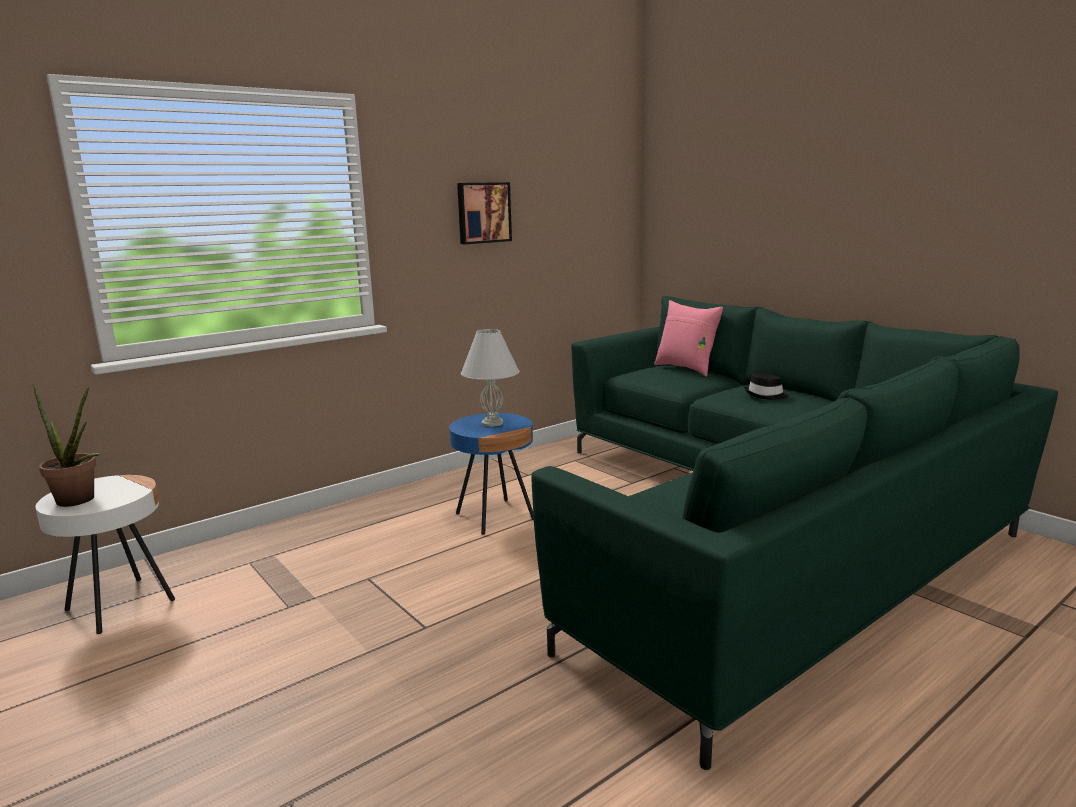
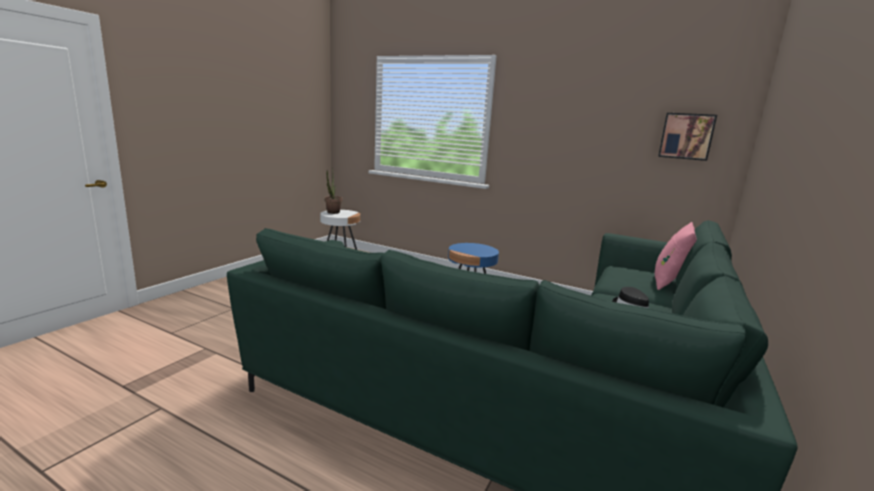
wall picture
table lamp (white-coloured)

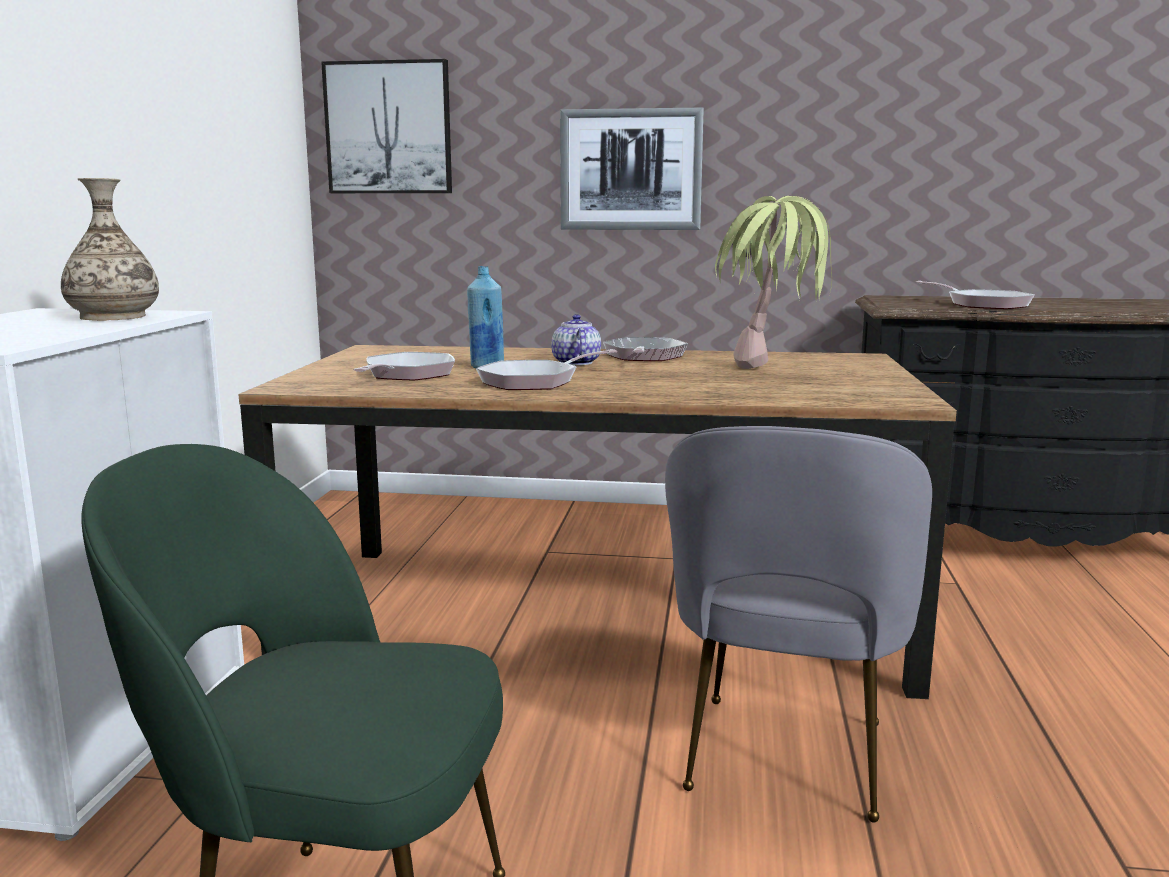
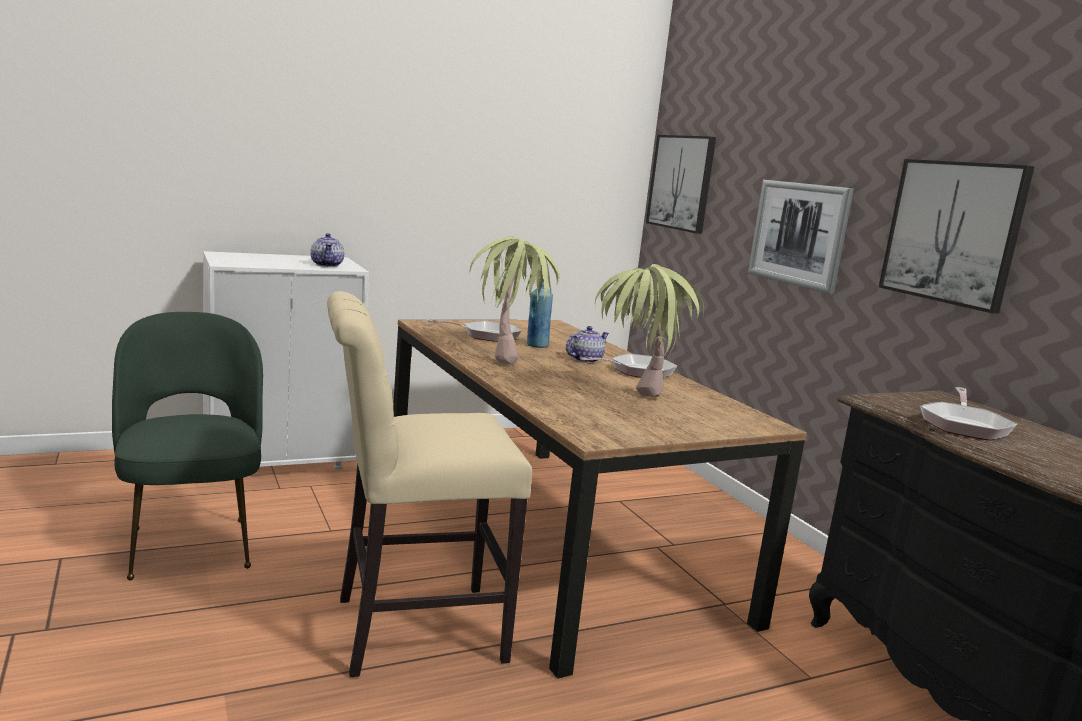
teapot (1st from left)
plant in a pot (1st from left)
sitting stool (sand-coloured)
wall picture (3rd from left)

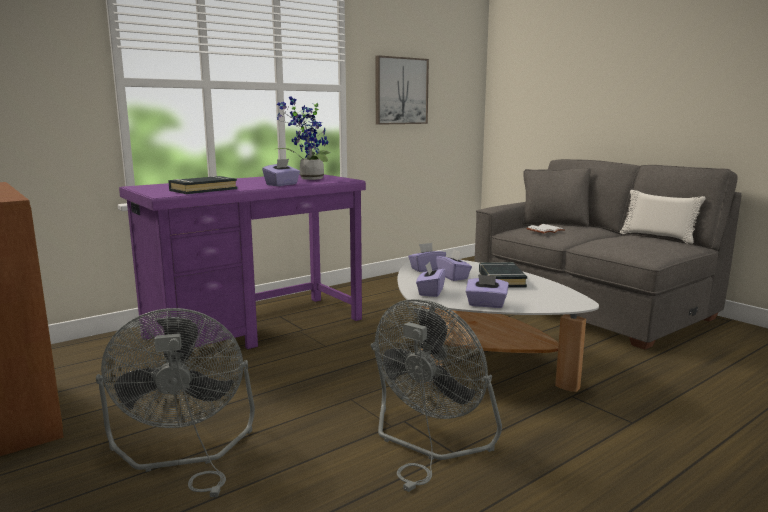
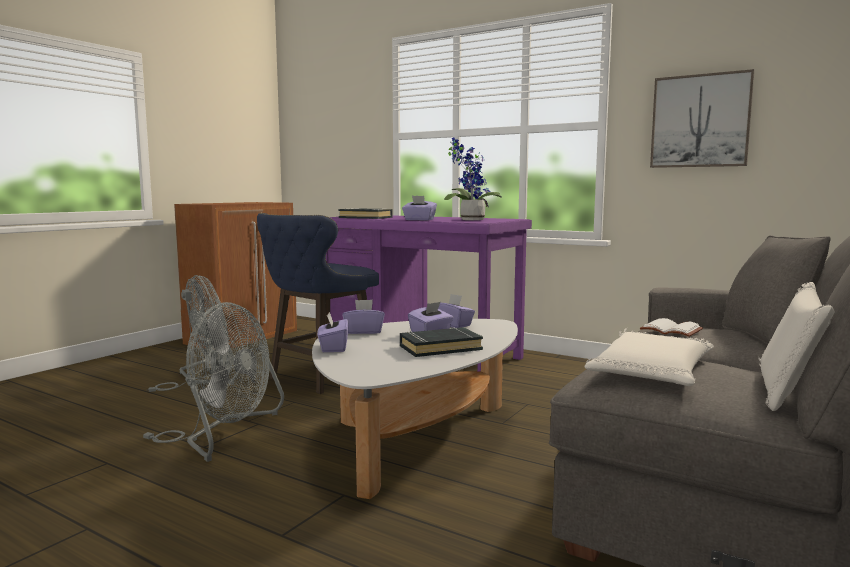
sitting stool (blue)
cushion (white-coloured) (1st from left)

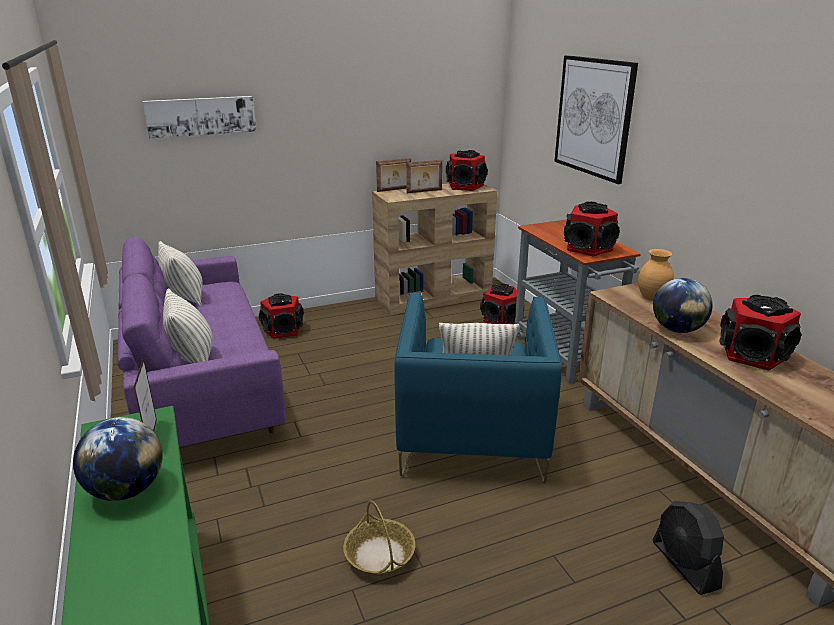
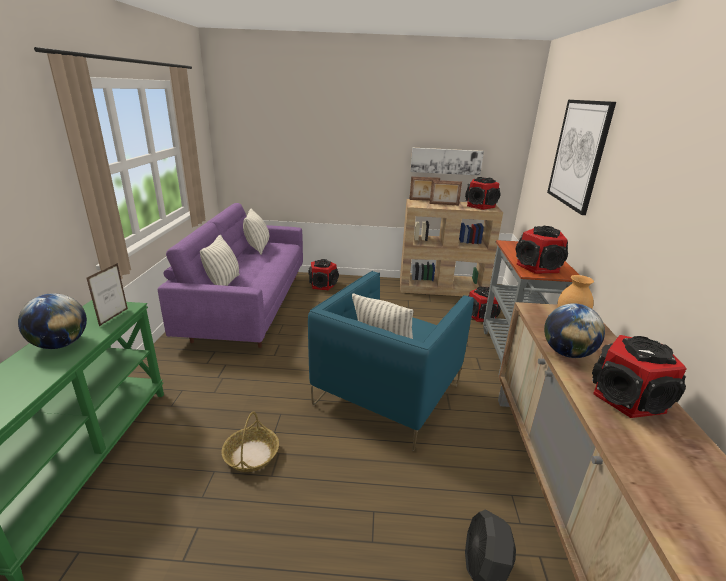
wall picture (1st from left)

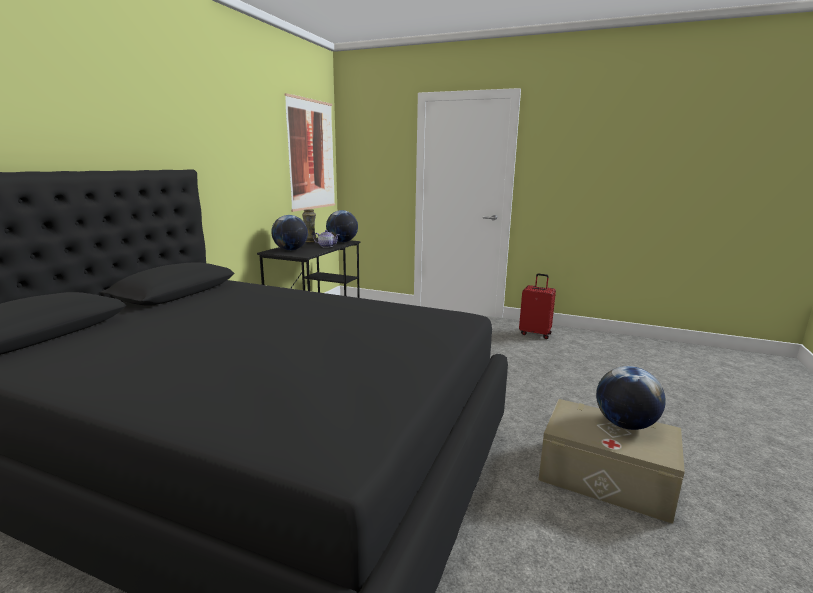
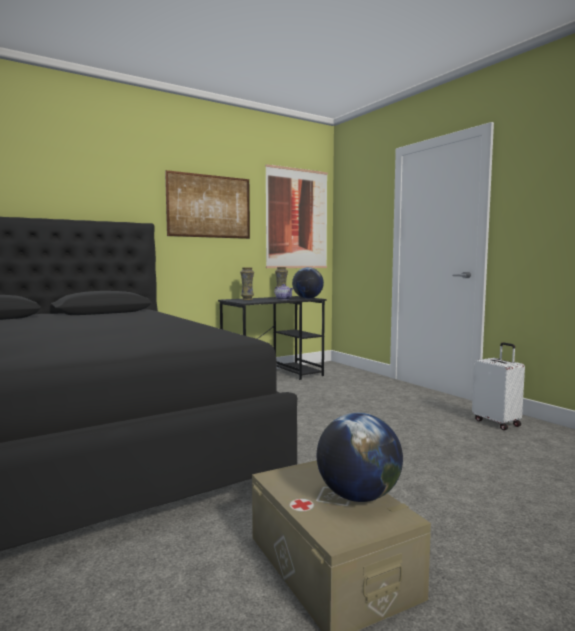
decorative vase (1st from left)
suitcase (white-coloured)
wall picture (1st from left)

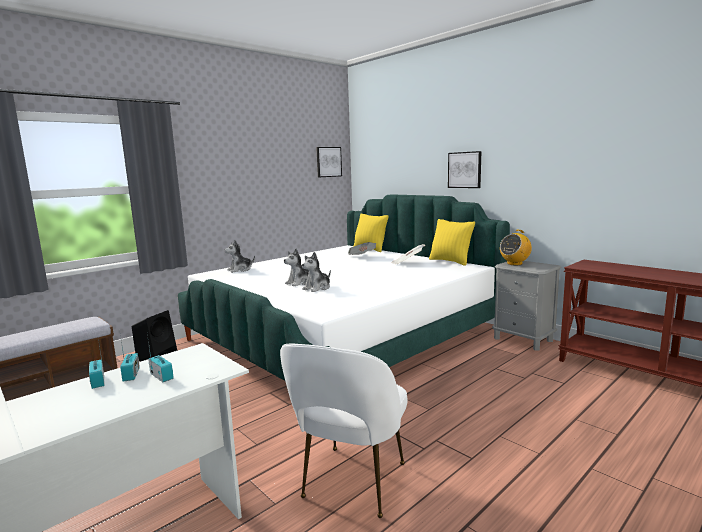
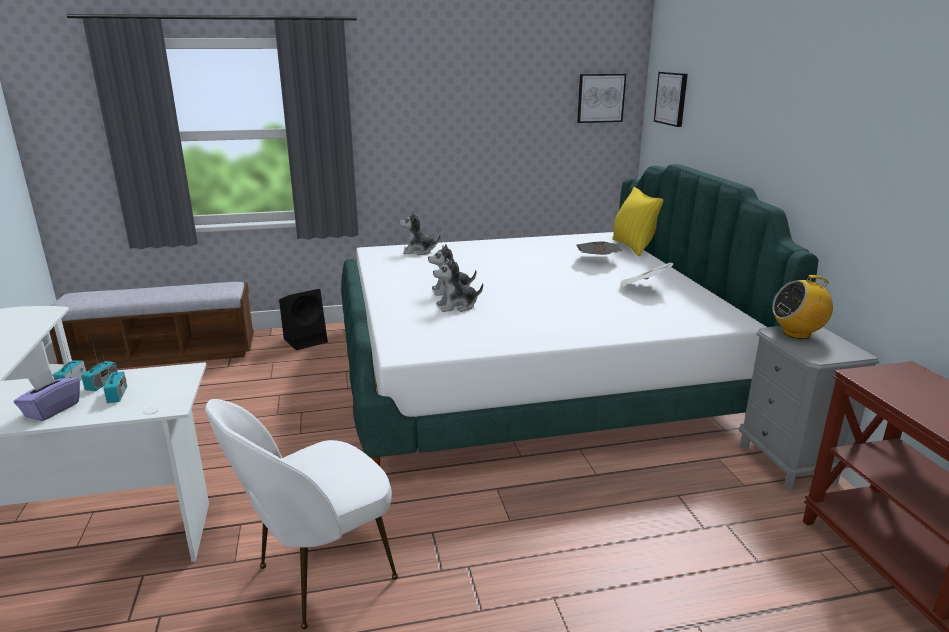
wall picture (2nd from left)
cushion (yellow-coloured) (2nd from left in the first image)
tissue holder (purple-coloured)

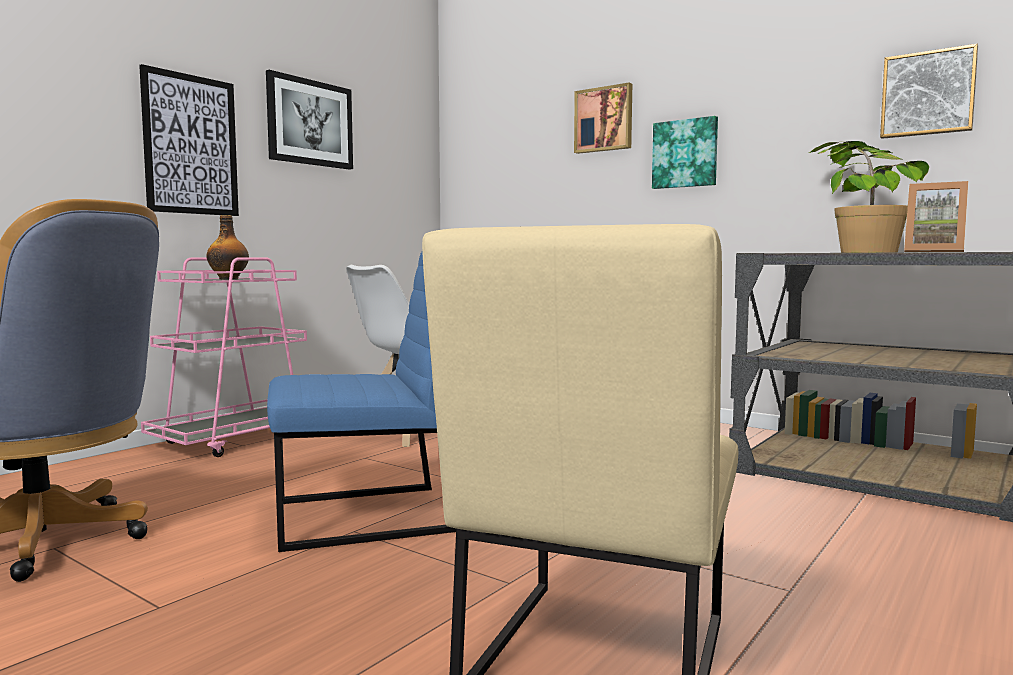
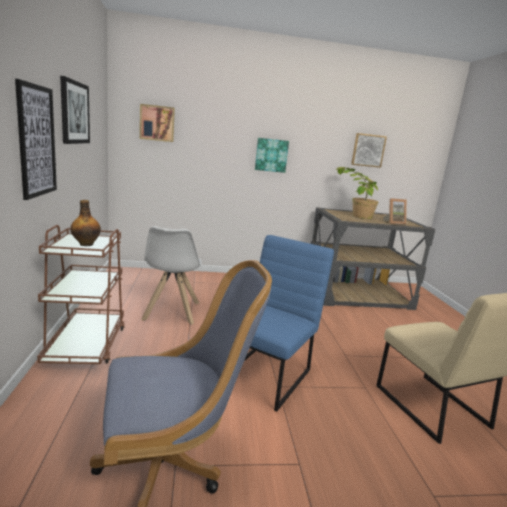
wall picture (3rd from left)
trolley (brown-coloured)

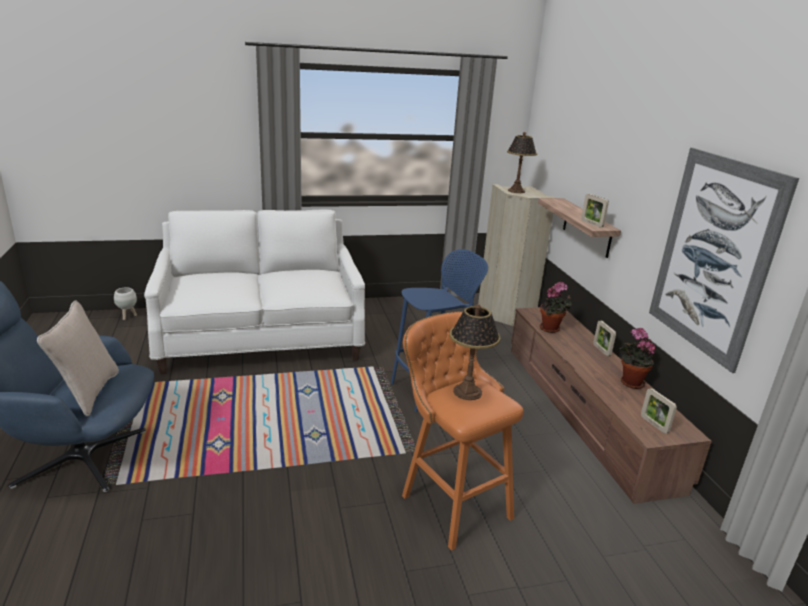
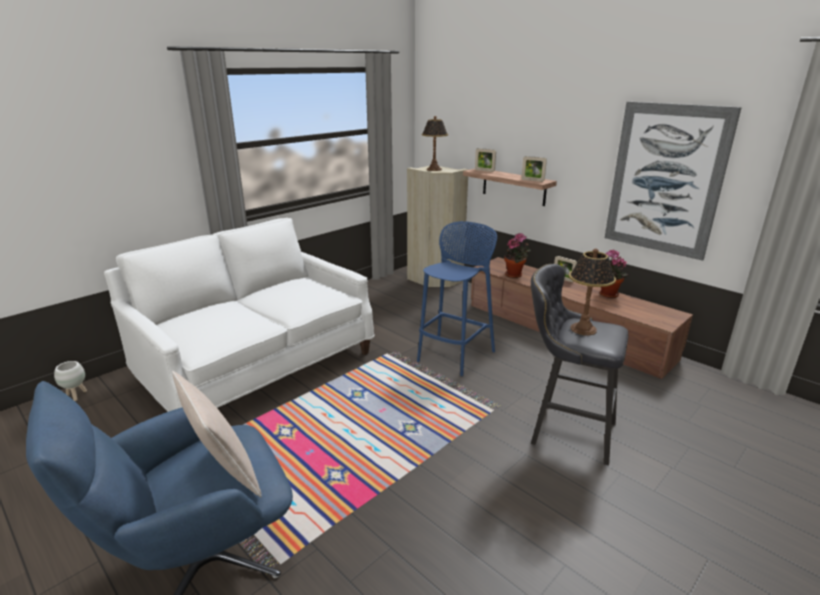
sitting stool (black-coloured)
photo frame (1st from left)

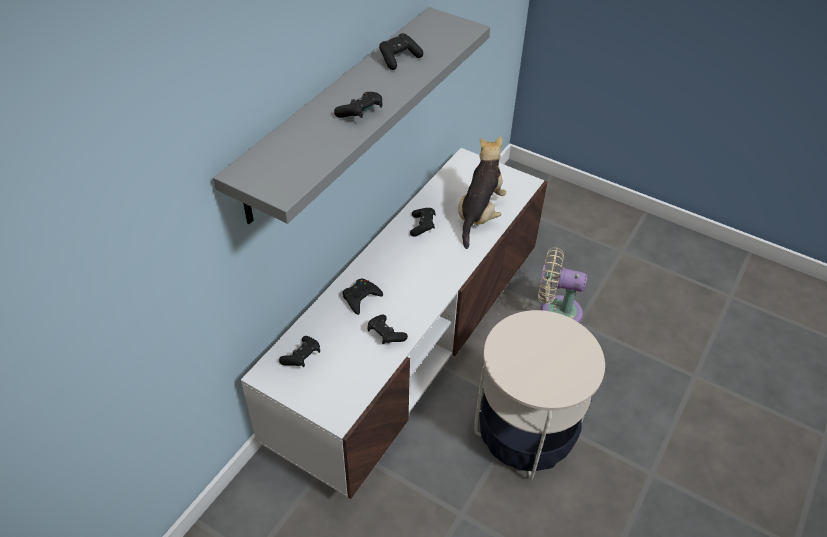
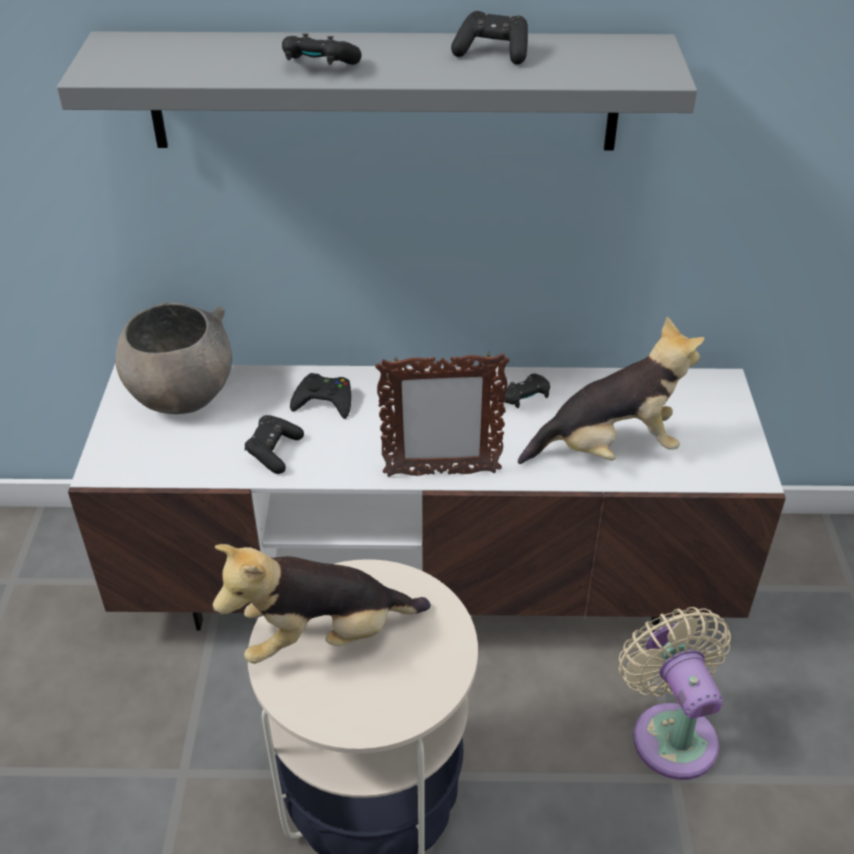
bowl (grey)
photo frame
plush toy (1st from left)

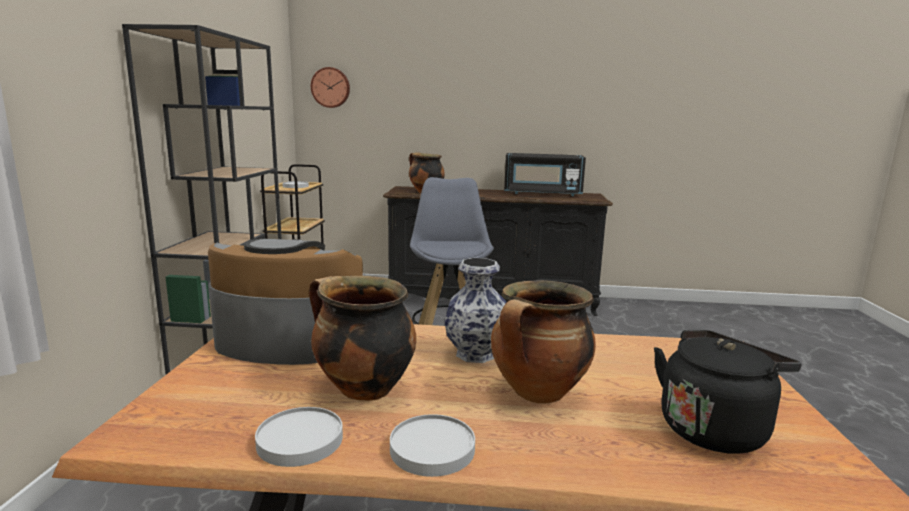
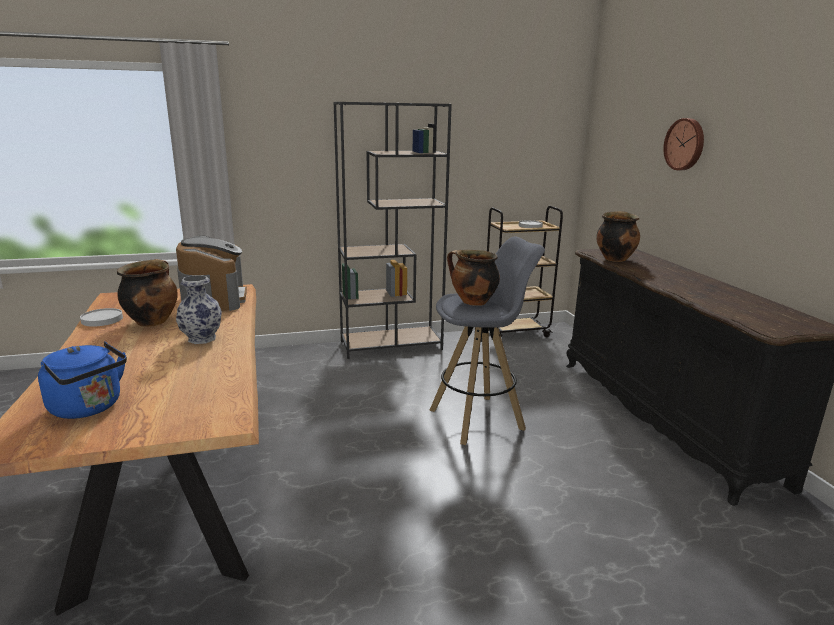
hanging clock
microwave oven (black-coloured)
stockpot (2nd from left)
water kettle (blue)
plate (white-coloured) (3rd from left in the first image)

